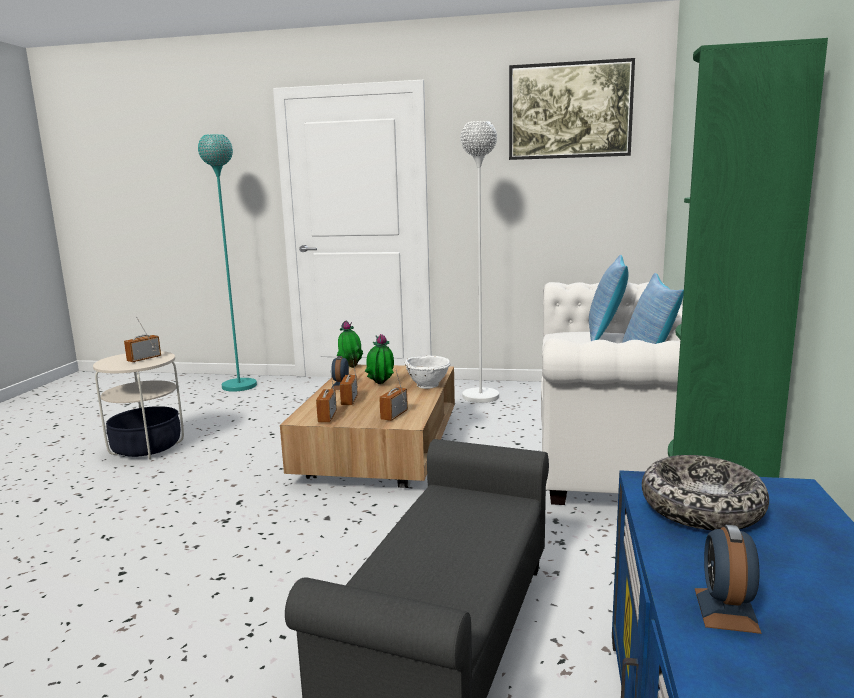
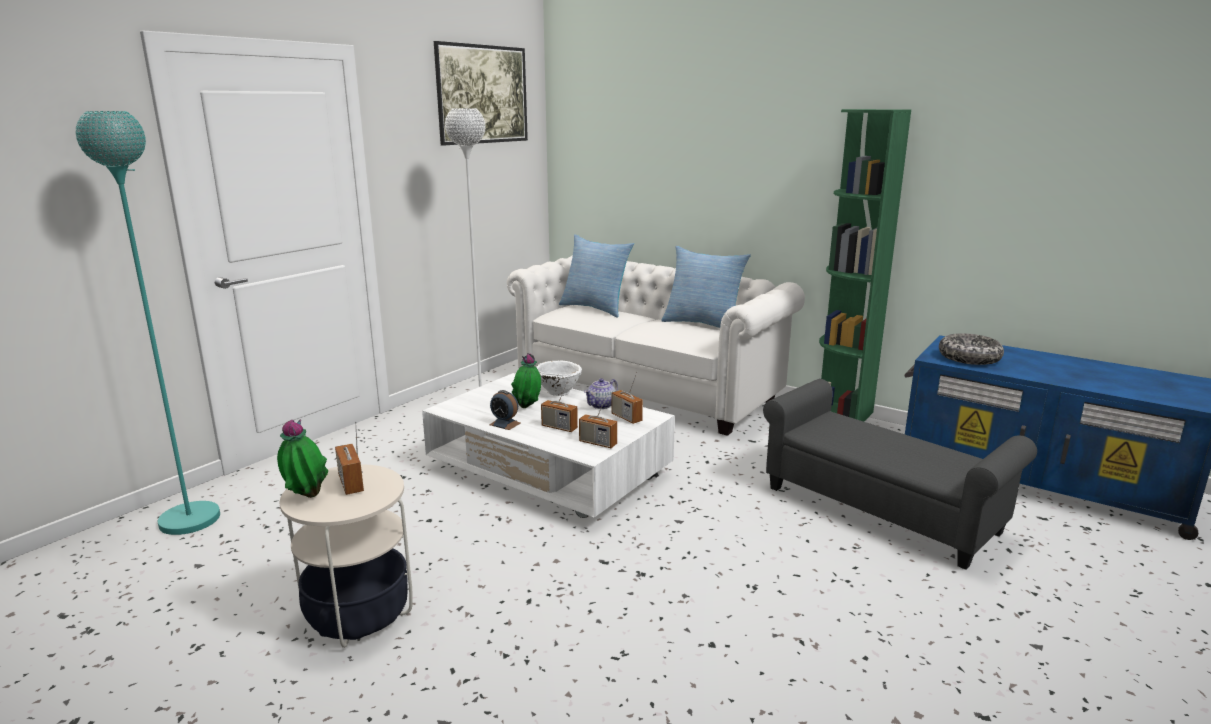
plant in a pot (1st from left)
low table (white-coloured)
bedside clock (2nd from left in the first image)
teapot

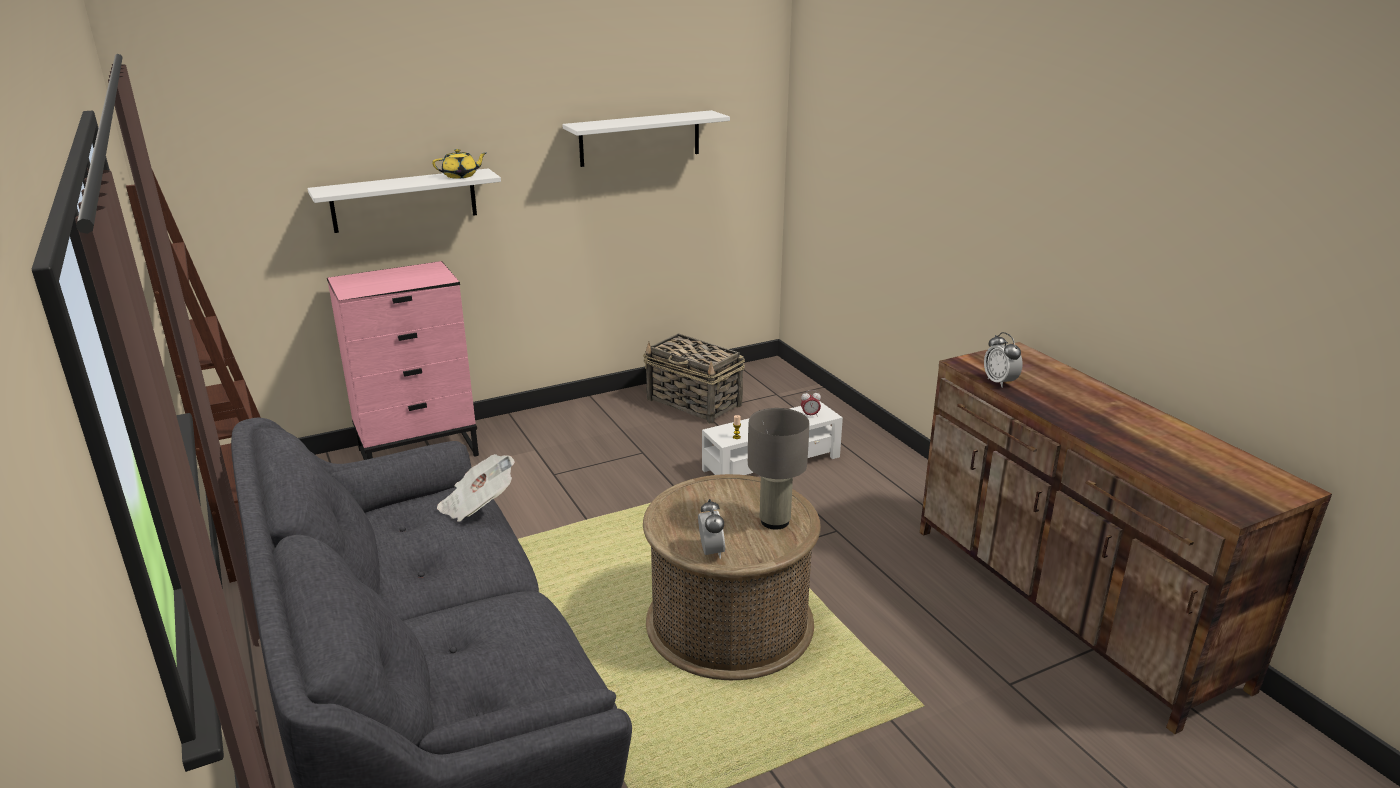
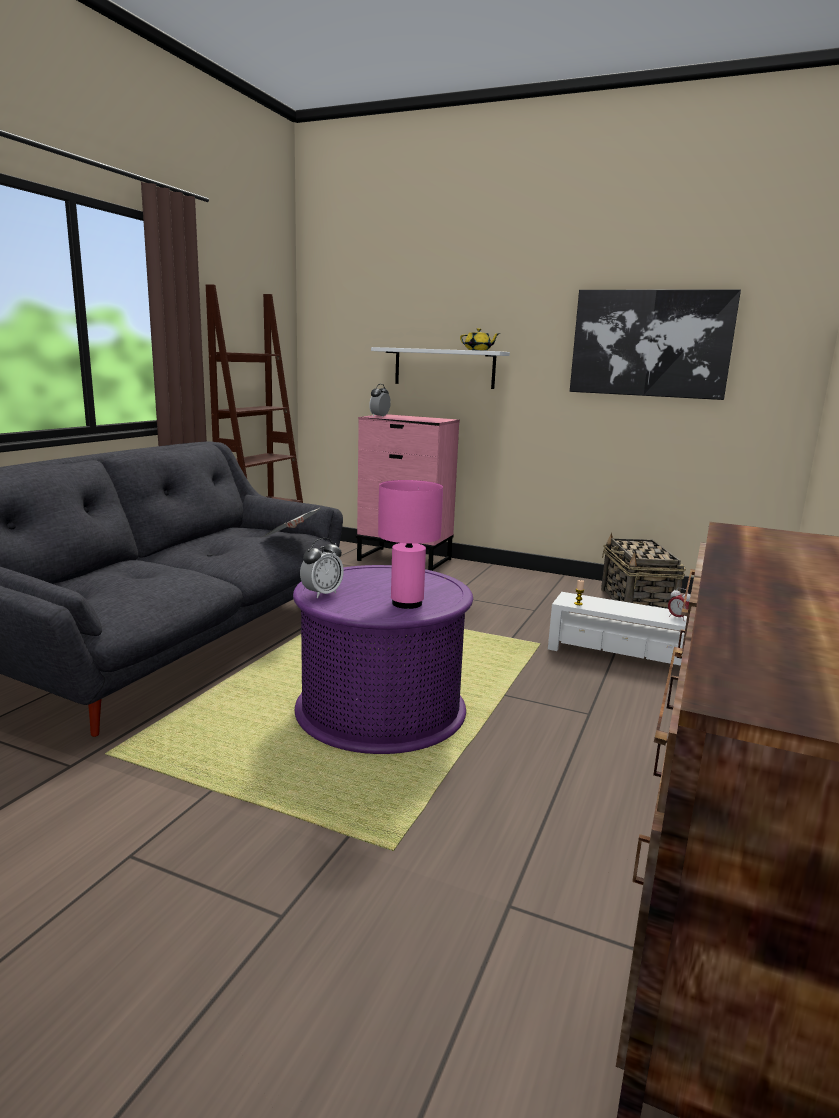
wall picture
bedside clock (2nd from left)
table lamp (pinkish)
low table (purple-coloured)

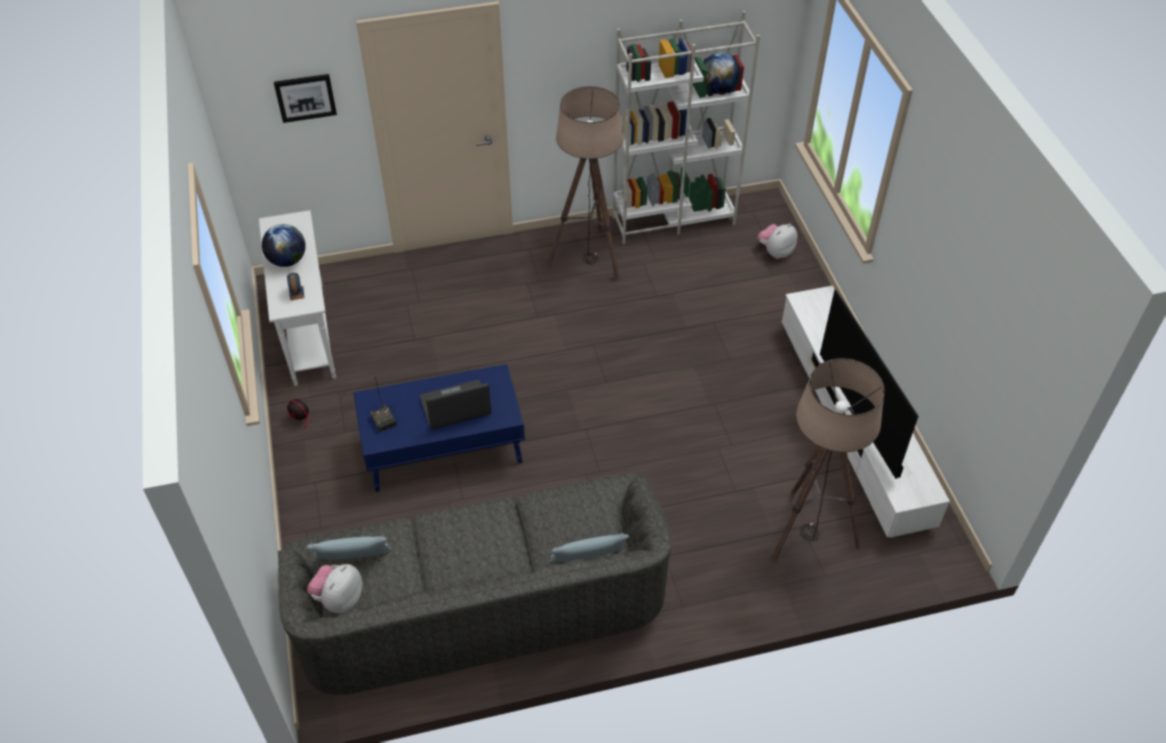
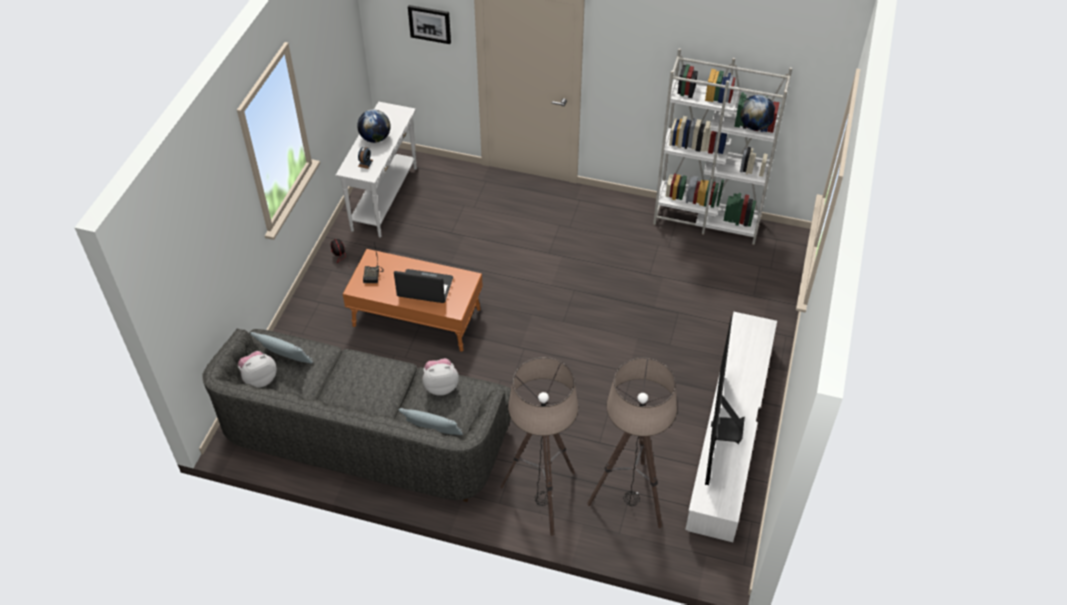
floor lamp (1st from left)
plush toy (2nd from left)
low table (orange-coloured)

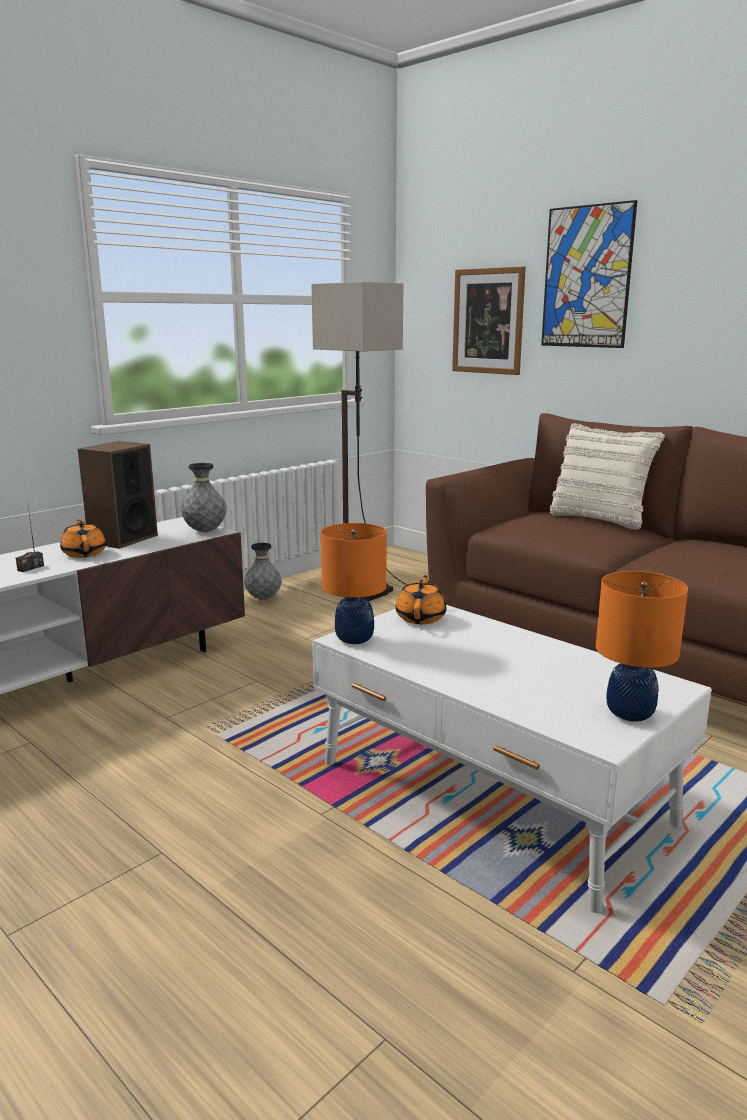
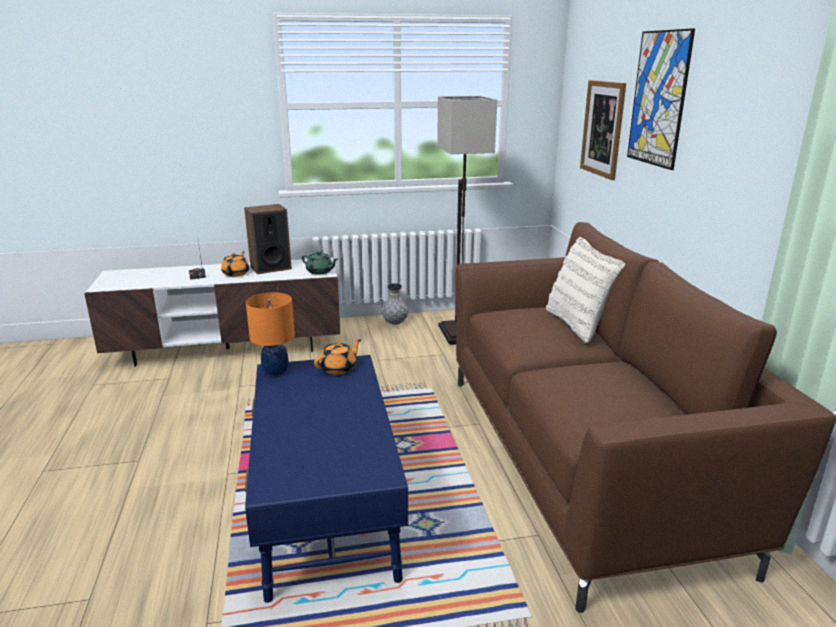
teapot (green)
table lamp (orange-coloured) (2nd from left in the first image)
low table (blue)

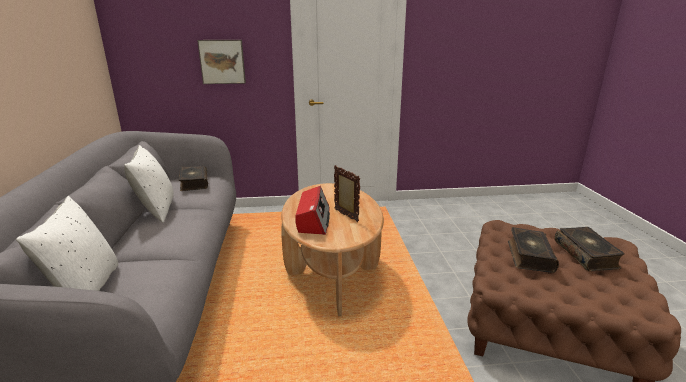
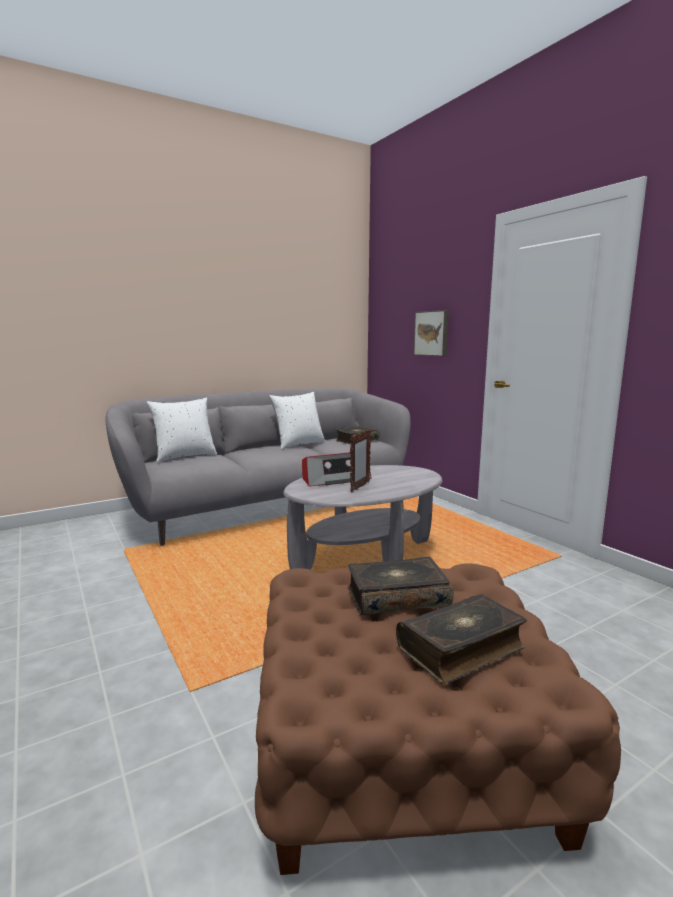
low table (grey)

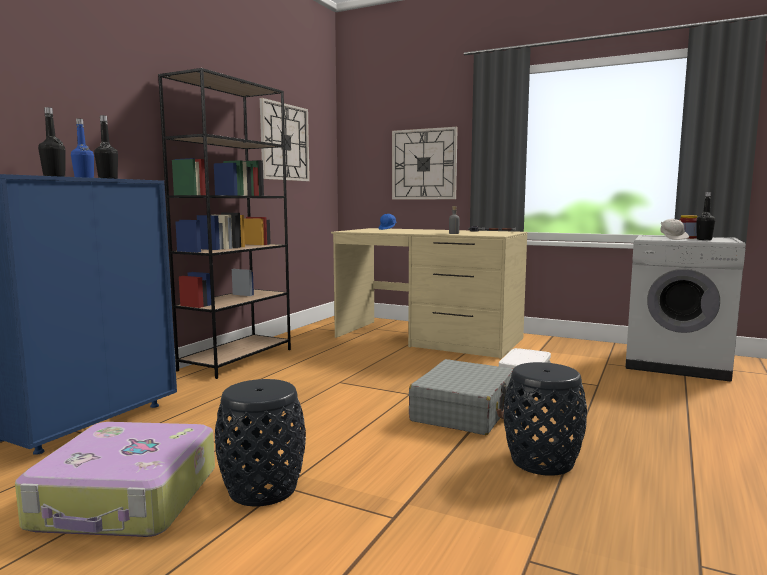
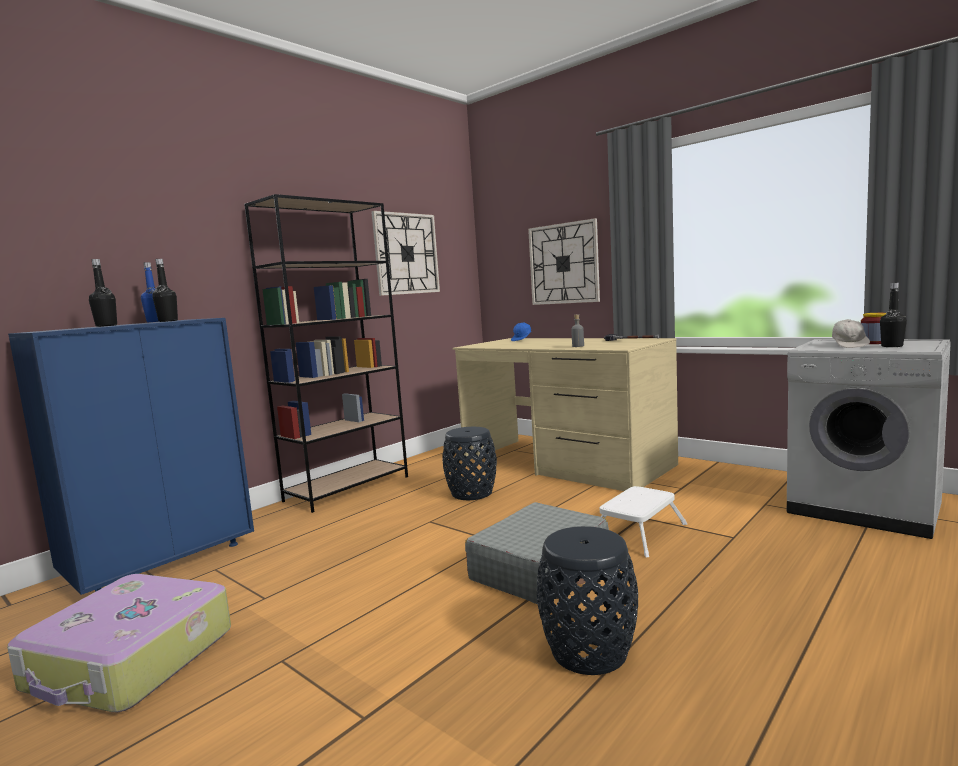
sitting stool (black-coloured) (1st from left)

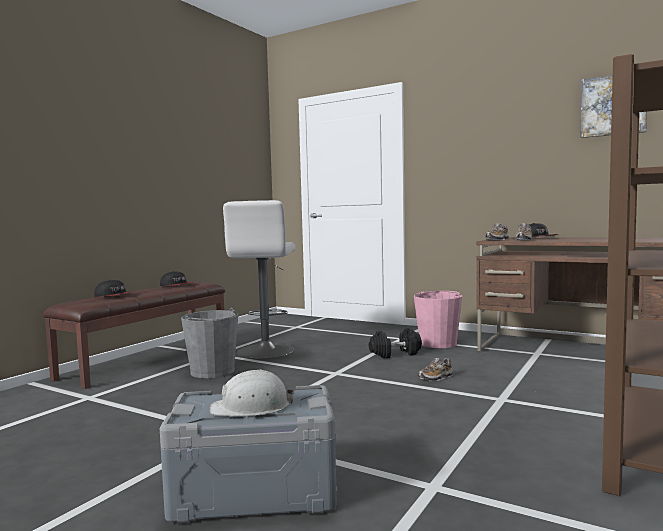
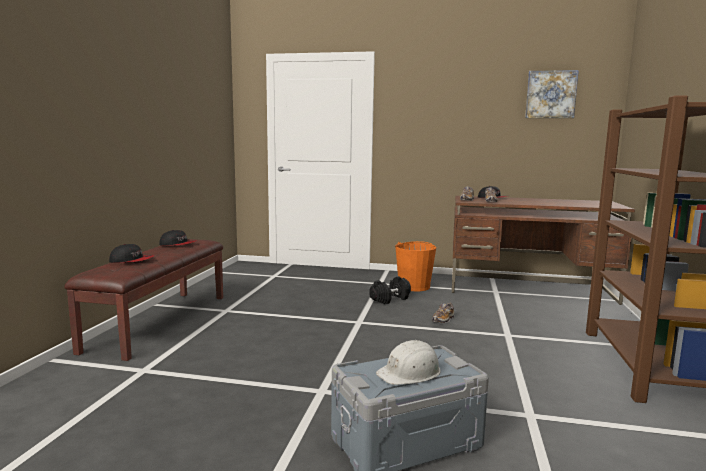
sitting stool (white-coloured)
water bucket (orange-coloured)
water bucket (grey)

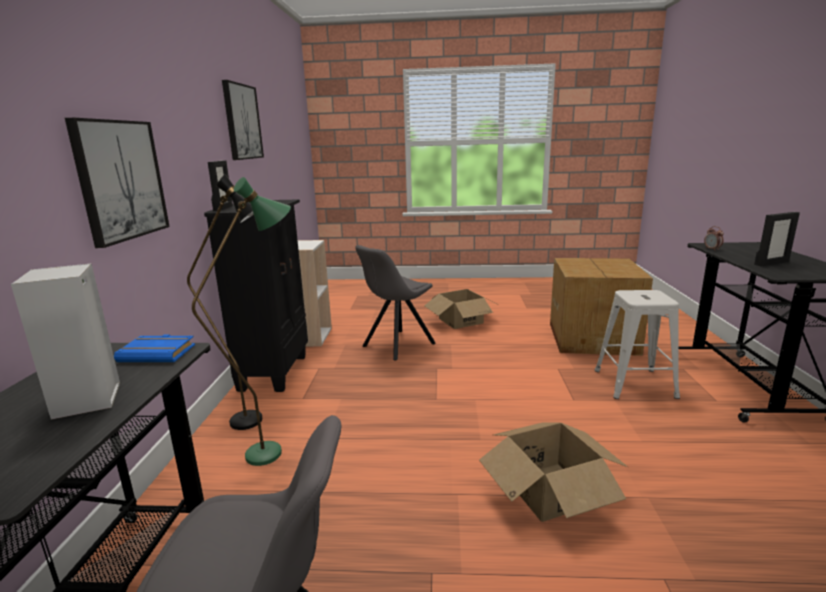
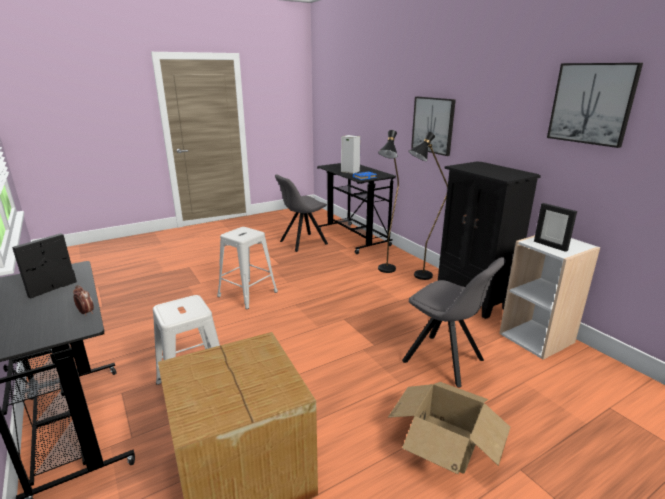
photo frame (2nd from left)
floor lamp (black-coloured) (1st from left)
plain chair (grey) (2nd from left)
sitting stool (white-coloured) (2nd from left)

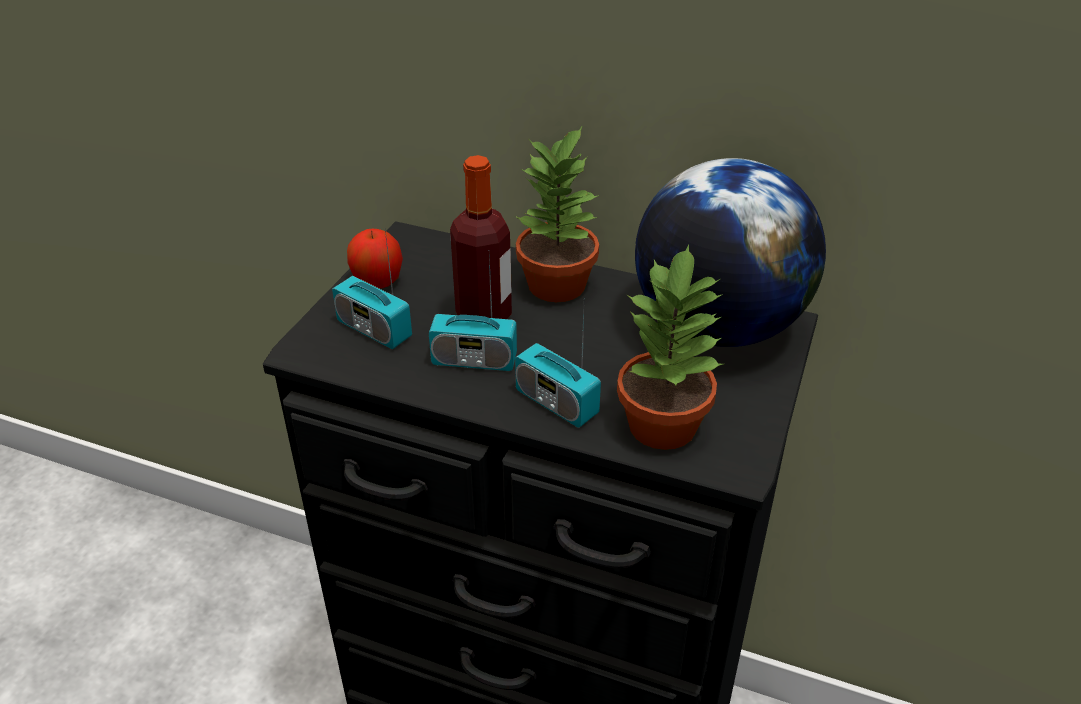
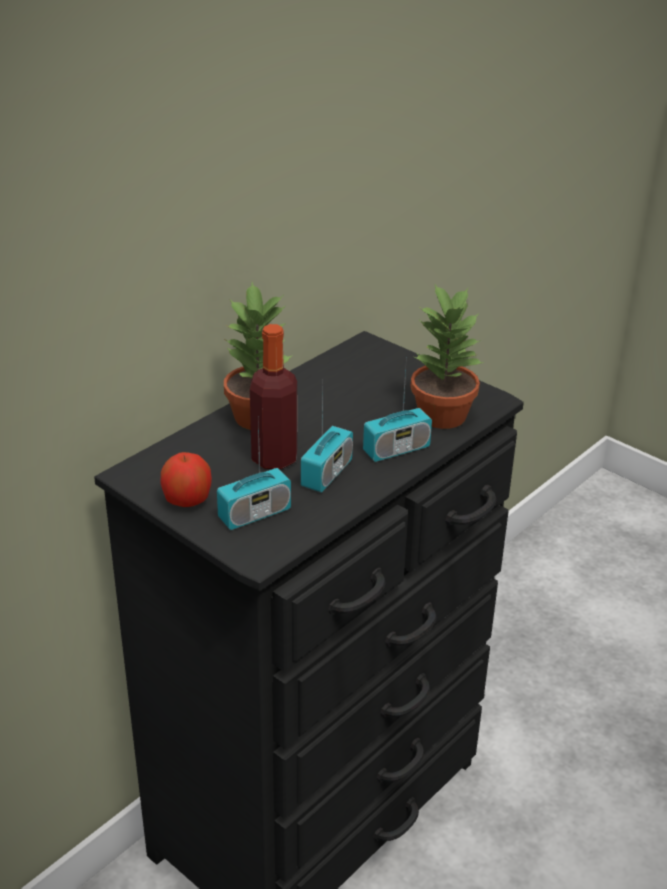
desk globe

